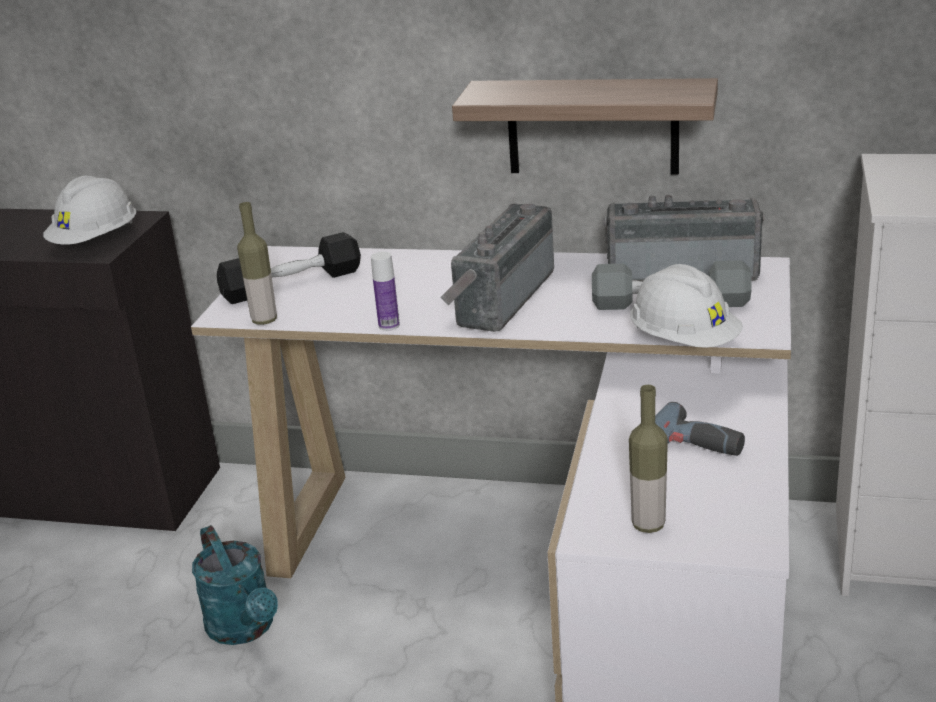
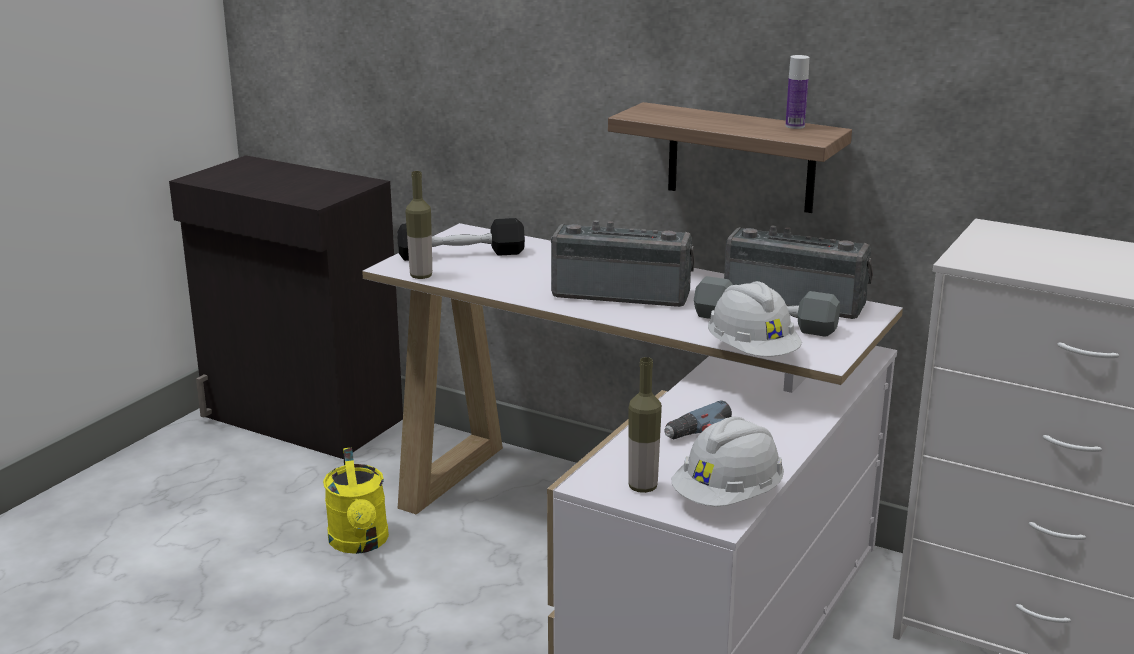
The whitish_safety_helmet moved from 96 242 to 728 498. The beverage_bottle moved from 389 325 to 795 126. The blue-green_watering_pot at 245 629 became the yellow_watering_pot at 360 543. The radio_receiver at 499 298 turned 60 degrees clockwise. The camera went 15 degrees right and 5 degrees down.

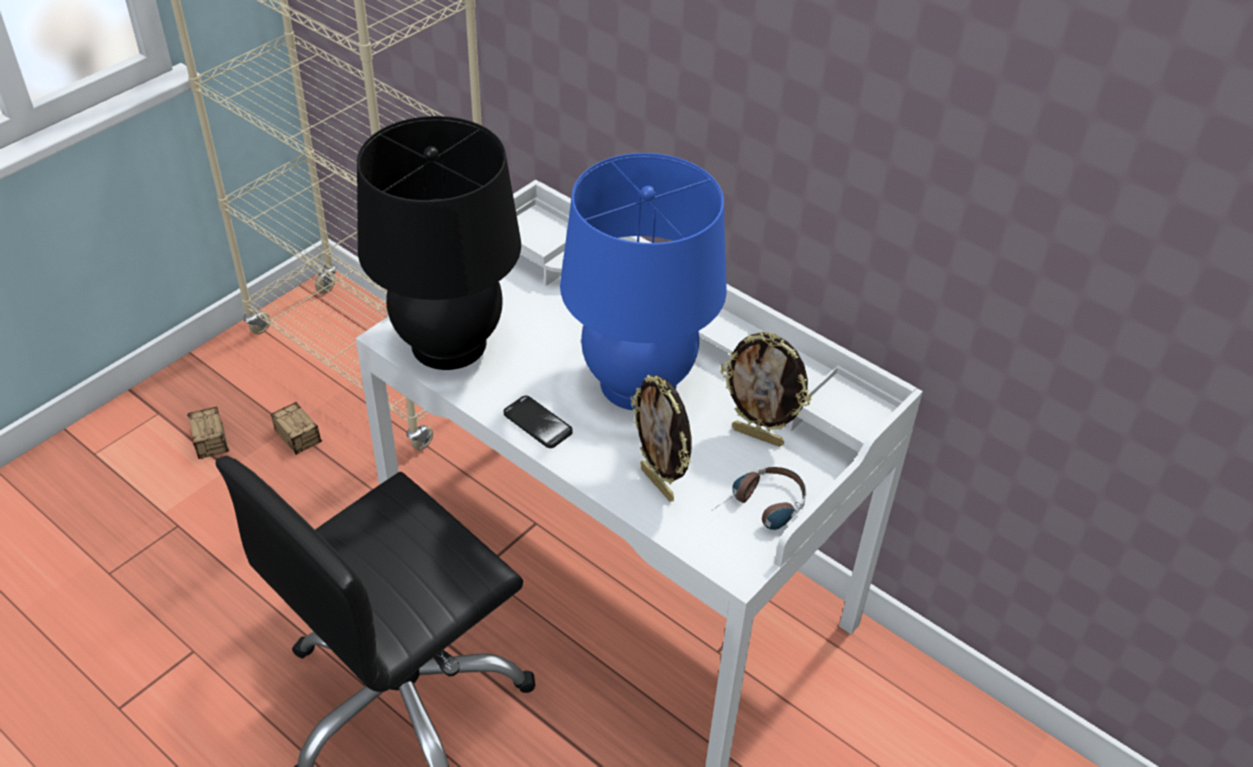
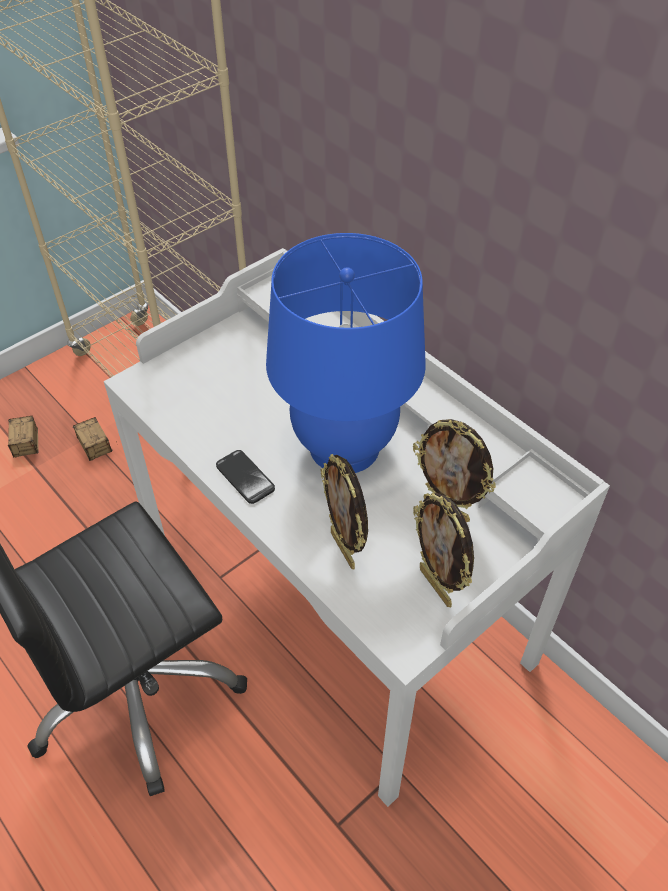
The black_lamp_for_a_table at 449 344 disappeared. The pair_of_headphones at 761 509 was replaced by the standing_frame at 437 586. The camera went 10 degrees right and 5 degrees up.

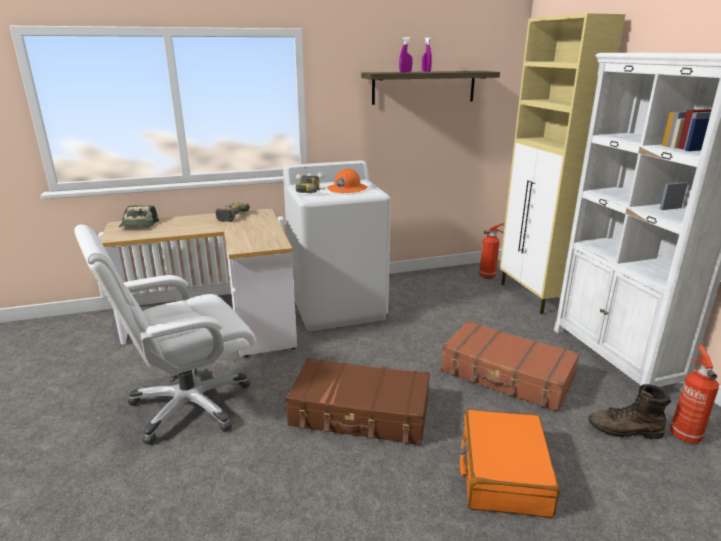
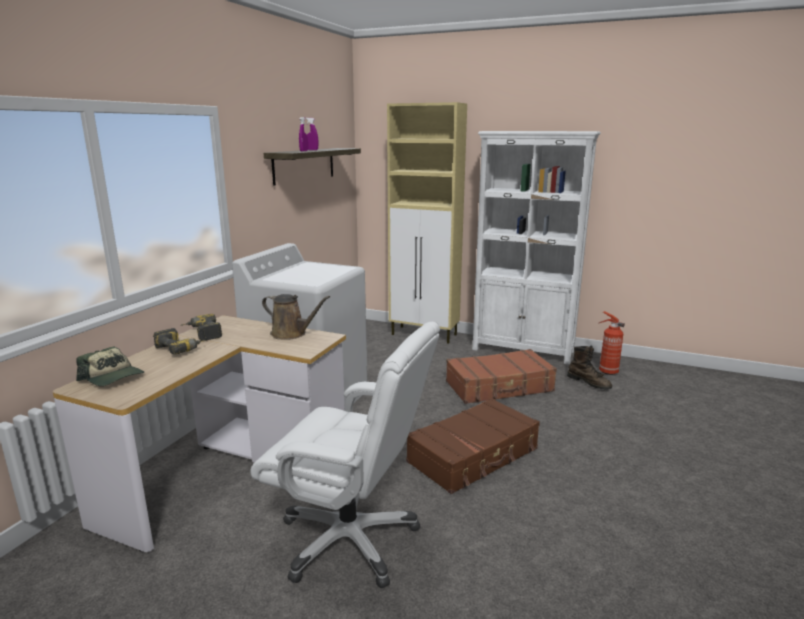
The orange-coloured_safety_helmet at 347 189 disappeared. The orange-coloured_travel_case at 503 473 disappeared. The fire_extinguisher at 488 276 disappeared. The brown-coloured_watering_pot at 291 334 appeared. The drill moved from 312 192 to 181 349. The whitish_computer_chair at 189 405 turned 75 degrees counterclockwise. The brown-coloured_tall_boot at 625 430 turned 90 degrees counterclockwise. The camera went 50 degrees left and 5 degrees down.

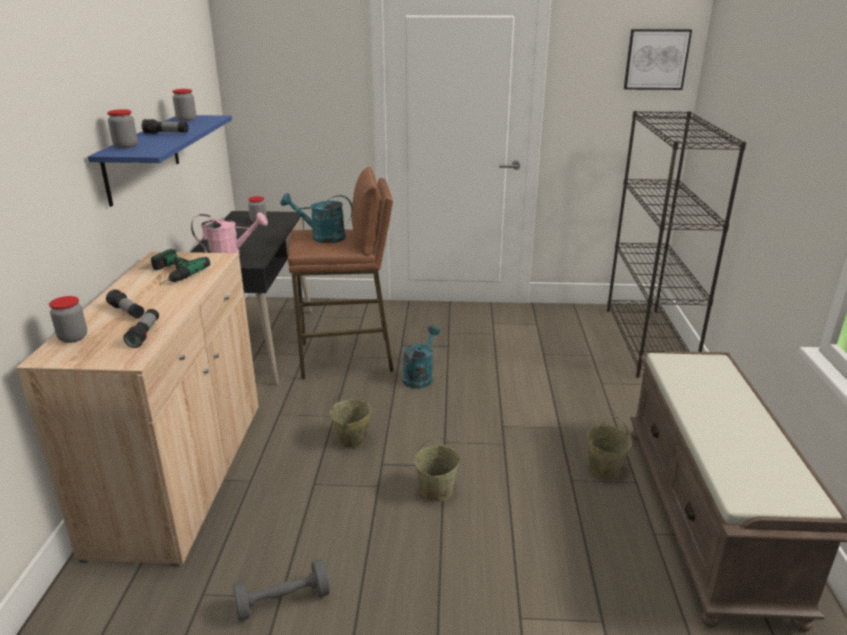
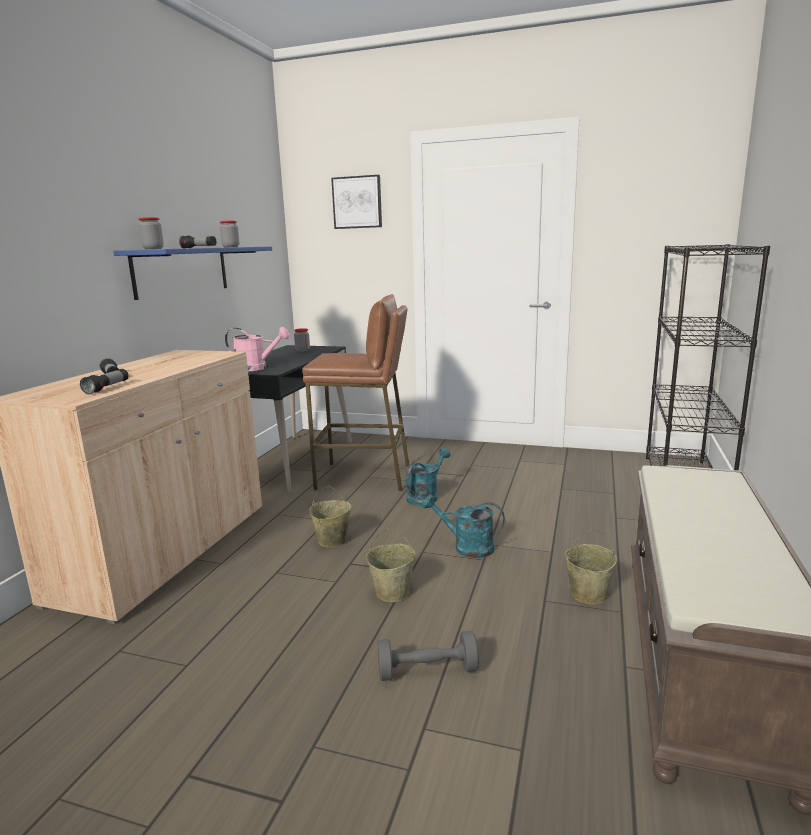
The preserve_jar at 73 337 disappeared. The drill at 169 274 disappeared. The greyish_free_weight moved from 283 601 to 427 671. The blue-green_watering_pot moved from 322 237 to 466 547. The wall_picture moved from 656 59 to 357 202. The camera went 15 degrees right and 10 degrees down.

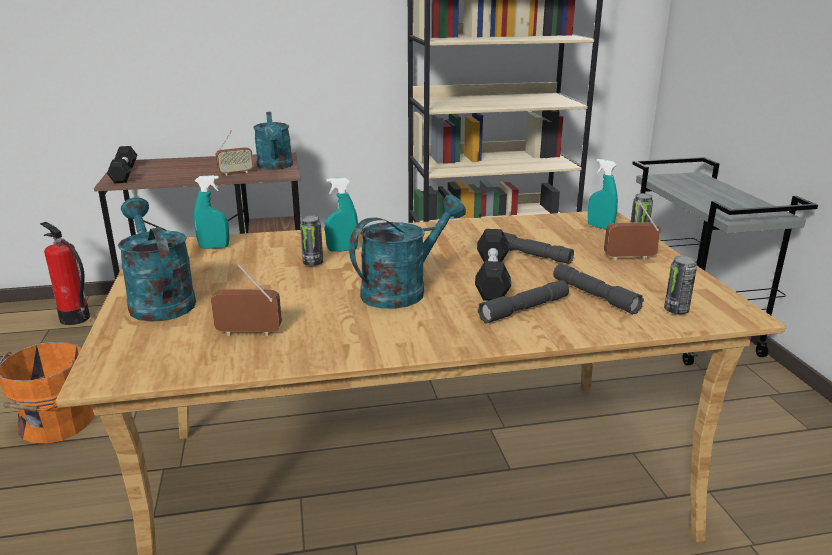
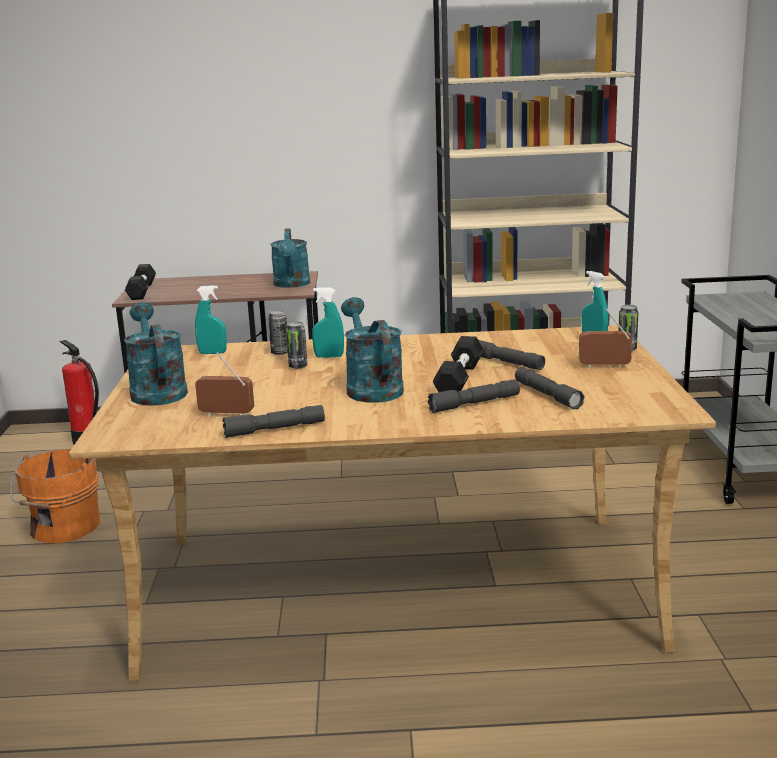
The radio_receiver at 236 173 disappeared. The greyish_hand_torch at 275 429 appeared. The can moved from 676 310 to 280 353. The blue-green_watering_pot at 402 290 turned 75 degrees counterclockwise. The camera went 10 degrees right and 5 degrees down.

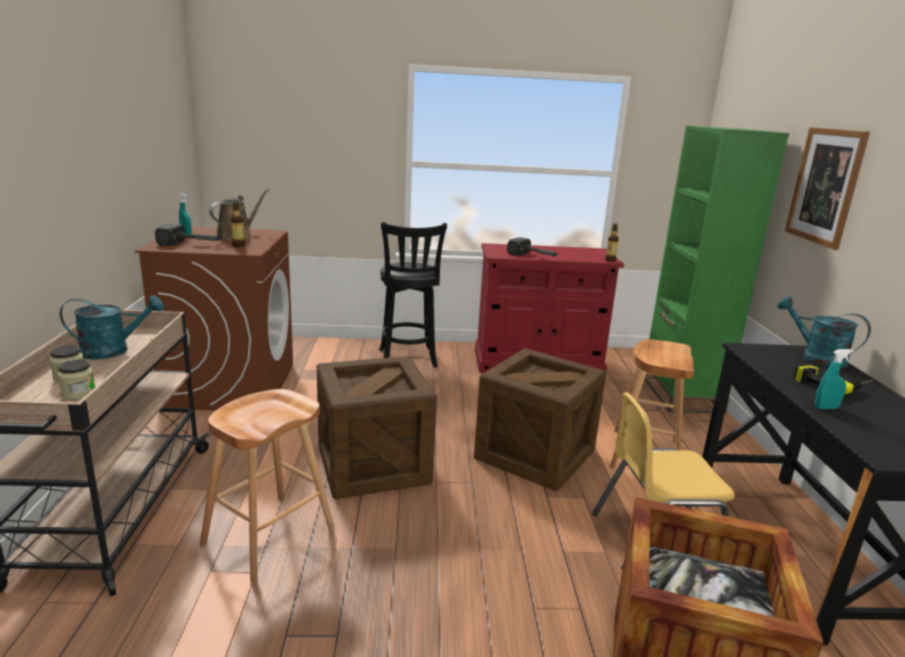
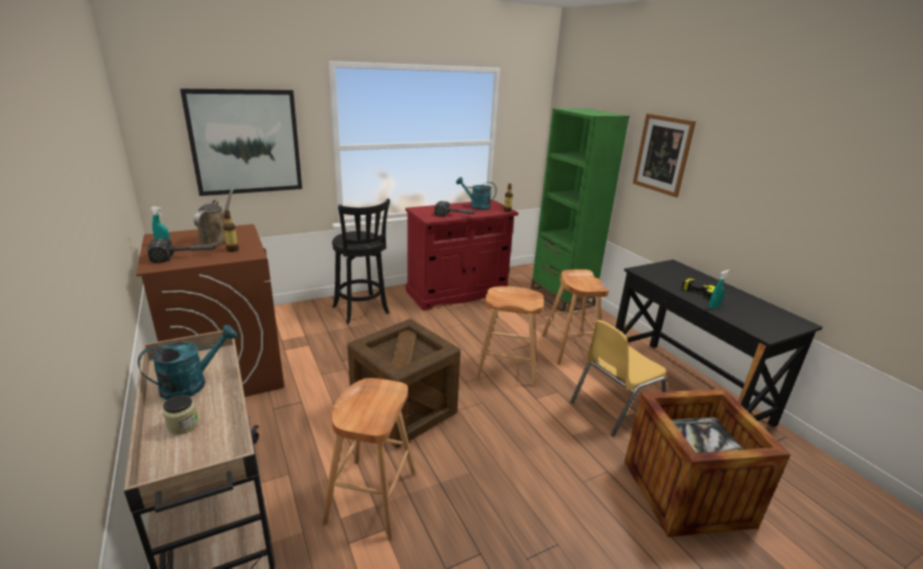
The preserve_jar at 79 394 disappeared. The wall_picture at 245 142 appeared. The blue-green_watering_pot moved from 815 357 to 476 206. The packing_crate at 535 455 was replaced by the brown-coloured_sitting_stool at 507 369. The camera went 25 degrees left and 5 degrees up.

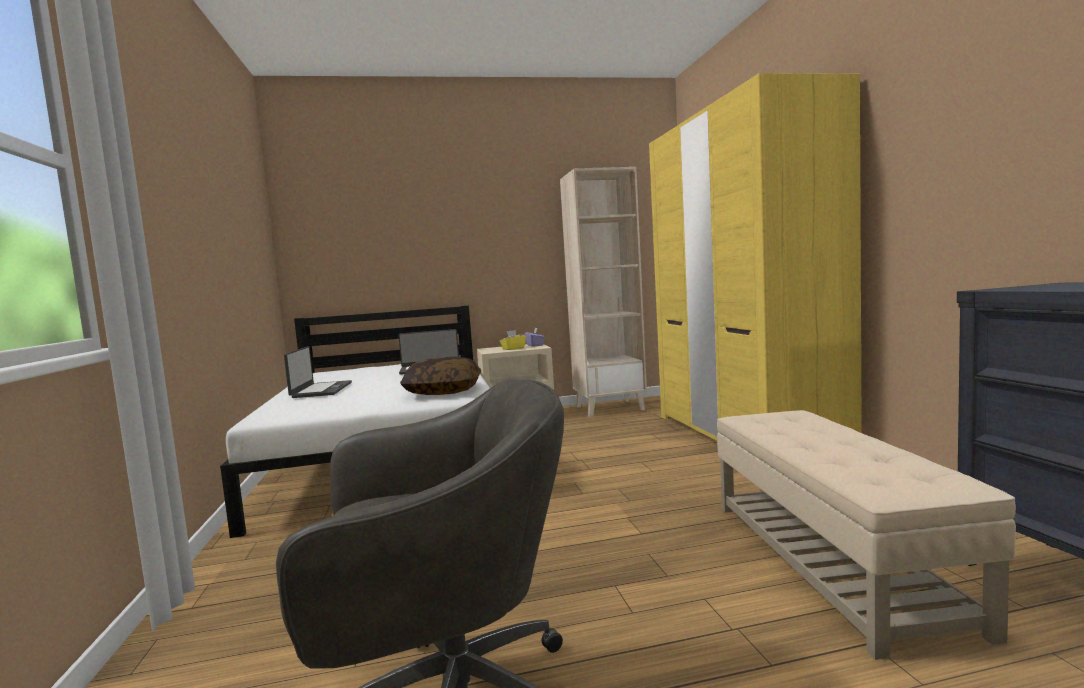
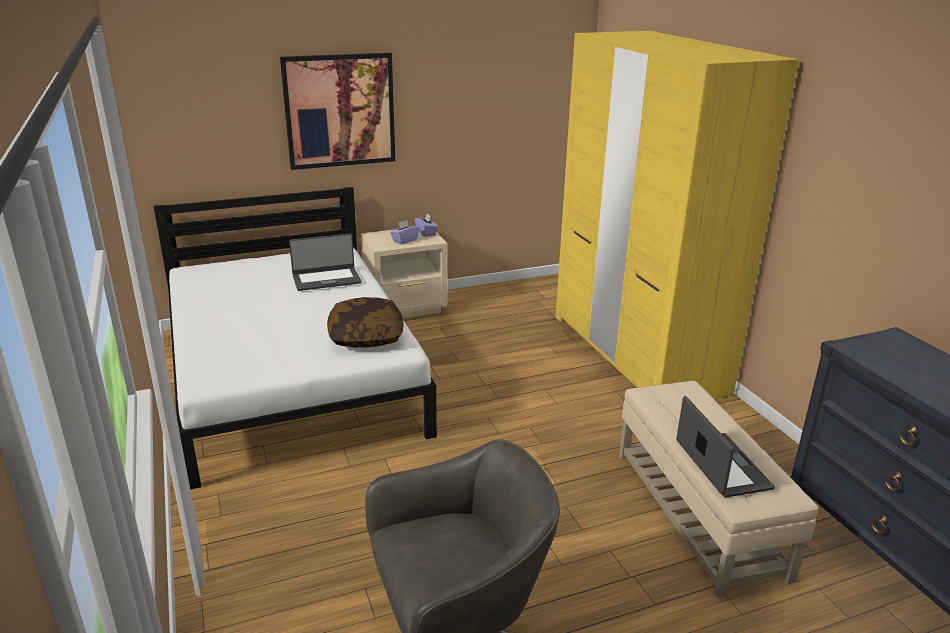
The beige-coloured_bookshelf at 610 408 disappeared. The wall_picture at 340 111 appeared. The portable_computer moved from 321 390 to 721 465. The yellow_tissue_holder at 513 348 became the purple_tissue_holder at 404 240. The camera went 10 degrees left and 20 degrees up.

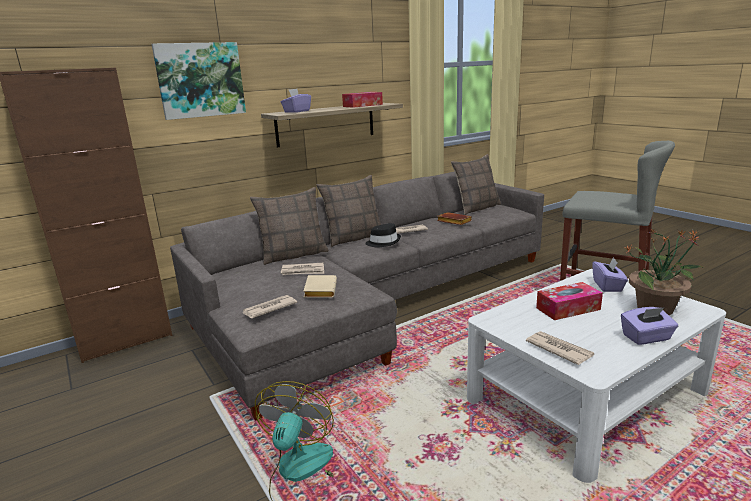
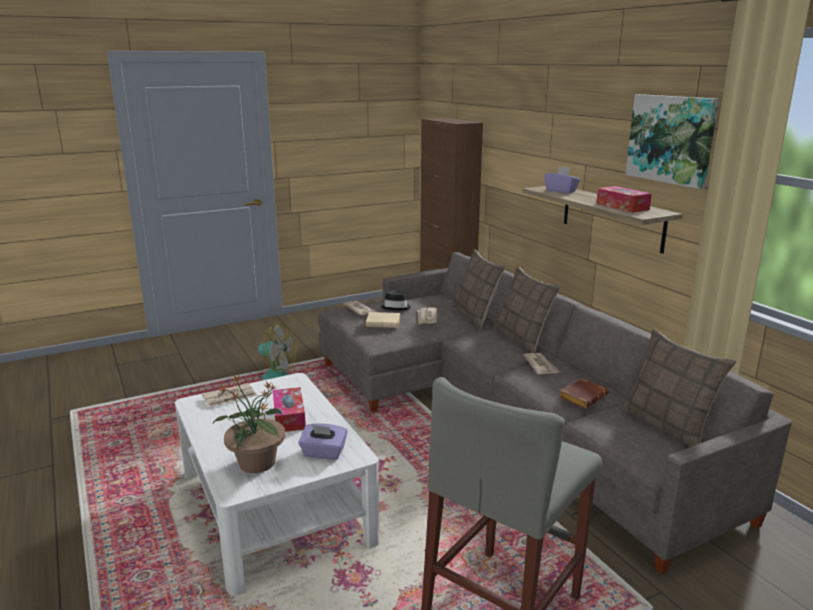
The purple_tissue_holder at 646 338 disappeared. The wall_picture moved from 200 80 to 671 139. The black_wearable_hat moved from 383 242 to 396 307. The camera went 95 degrees right and 0 degrees up.

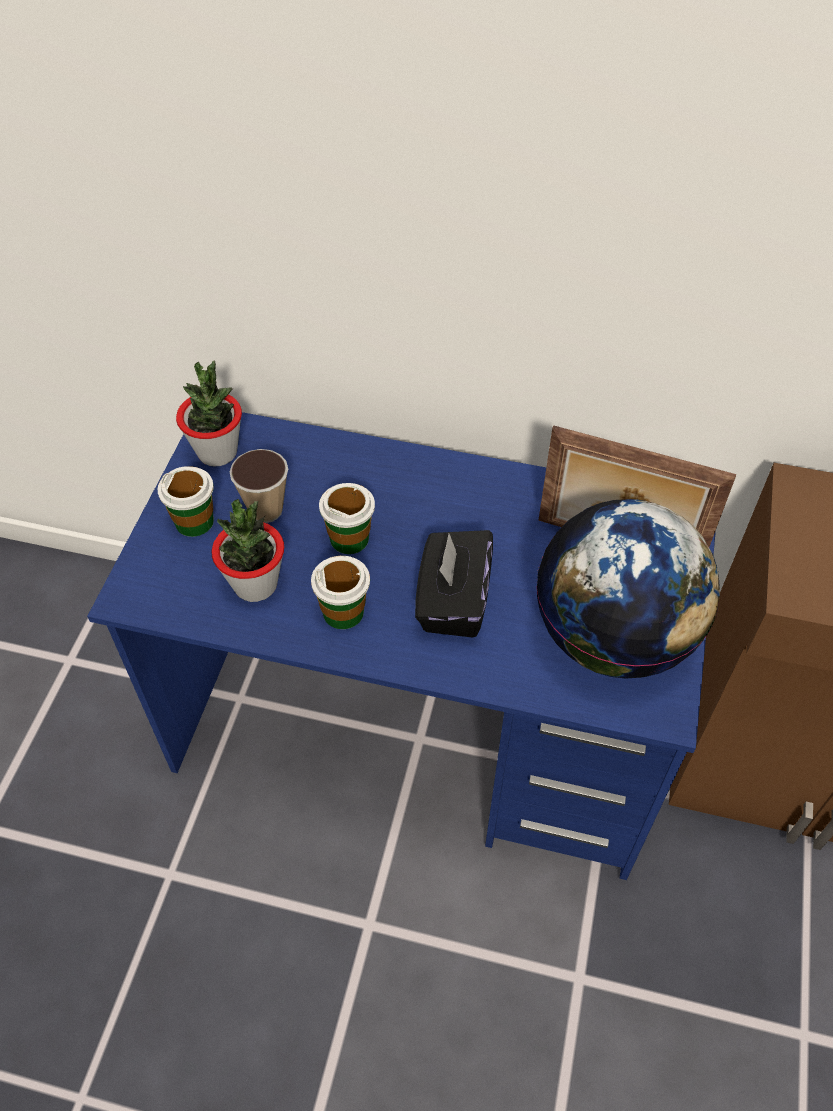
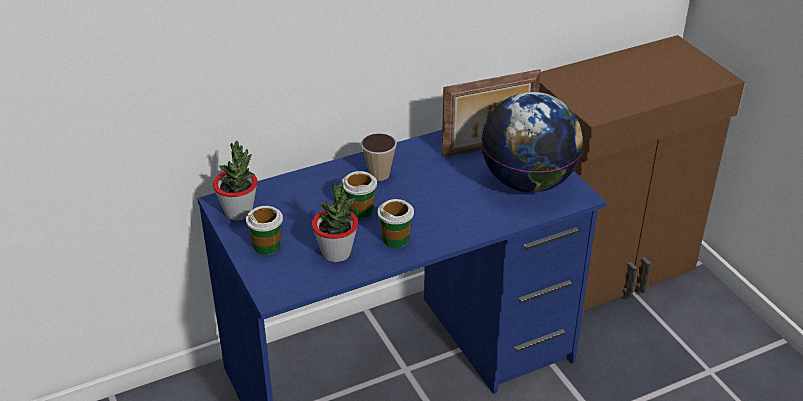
The black_tissue_holder at 452 601 disappeared. The cup moved from 266 510 to 379 174. The camera went 40 degrees left and 15 degrees down.

